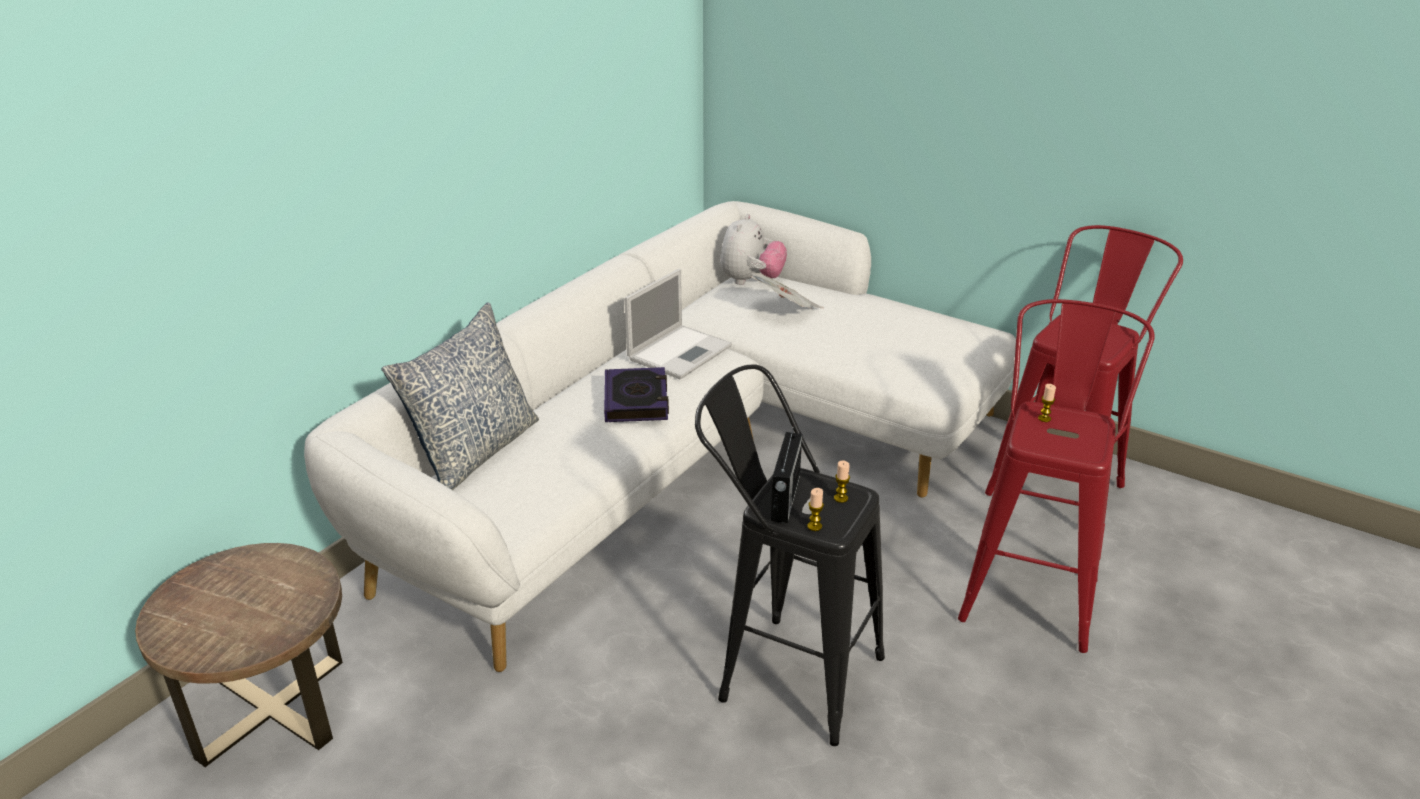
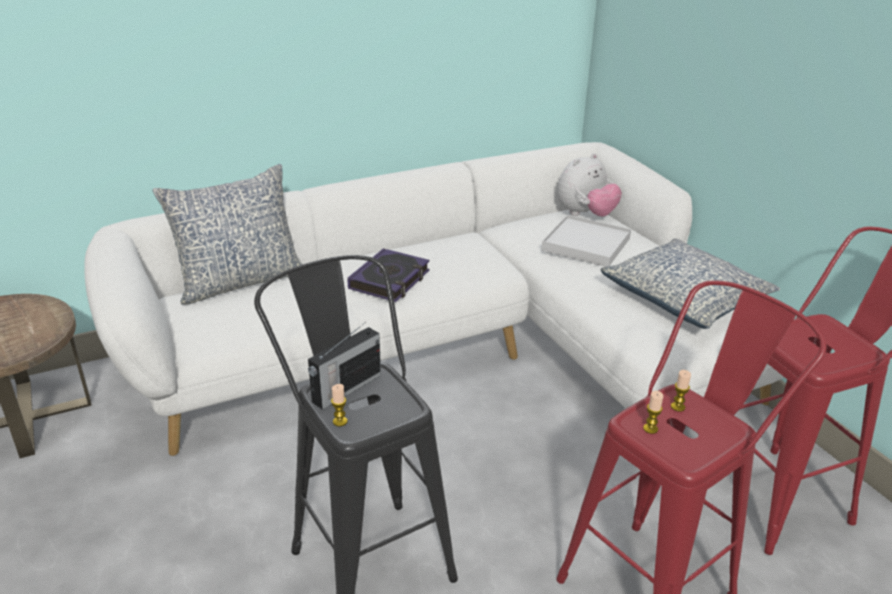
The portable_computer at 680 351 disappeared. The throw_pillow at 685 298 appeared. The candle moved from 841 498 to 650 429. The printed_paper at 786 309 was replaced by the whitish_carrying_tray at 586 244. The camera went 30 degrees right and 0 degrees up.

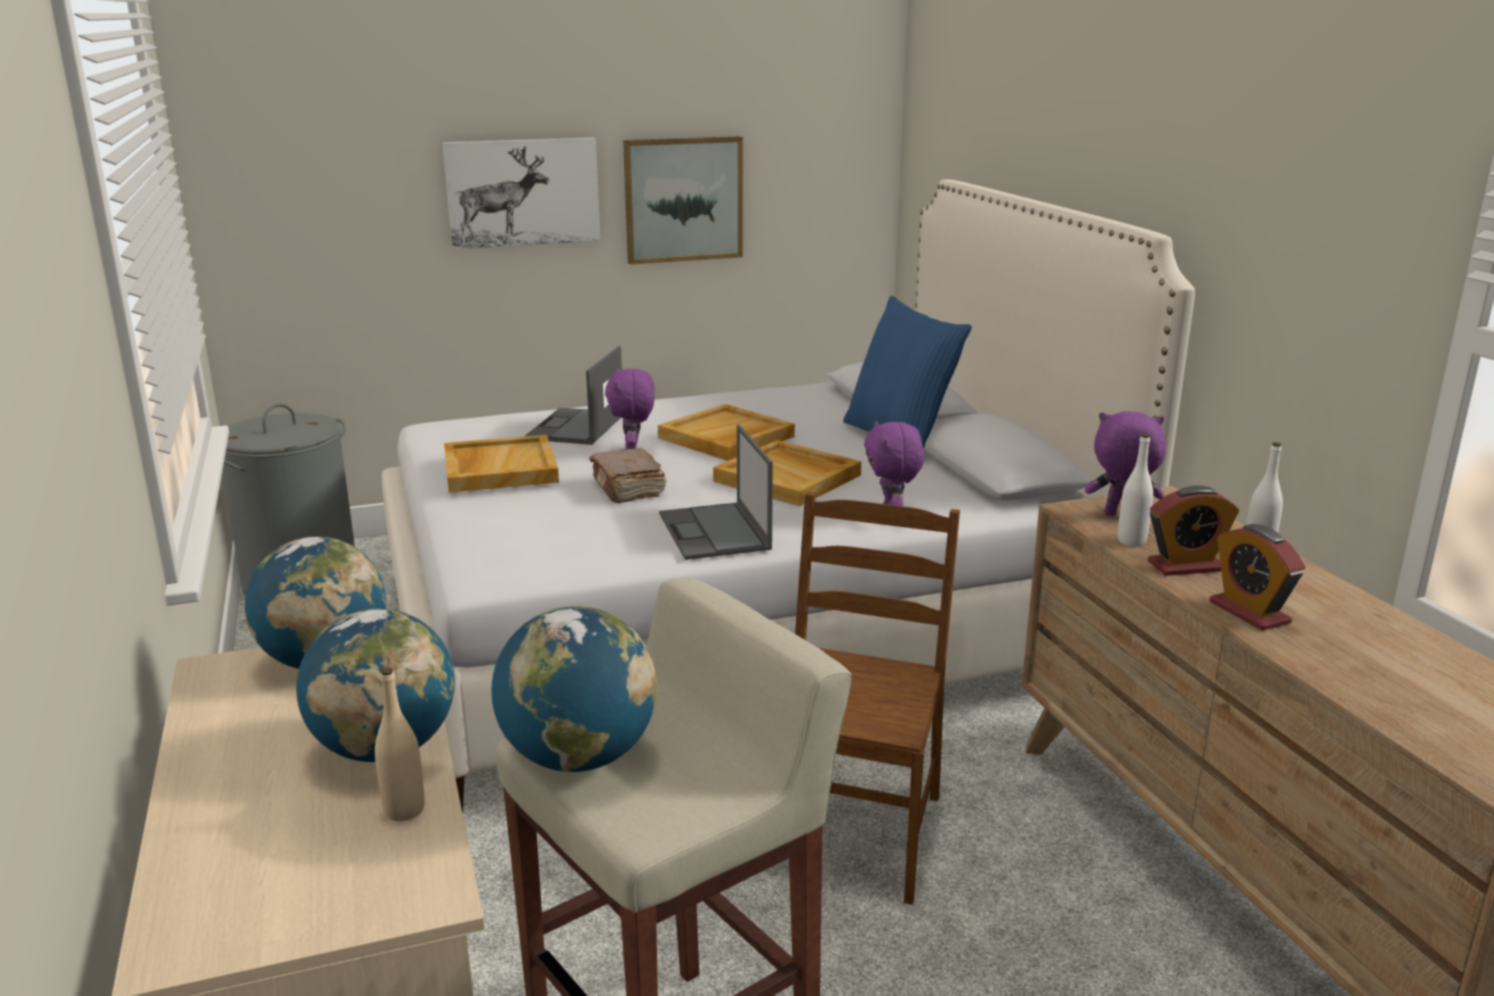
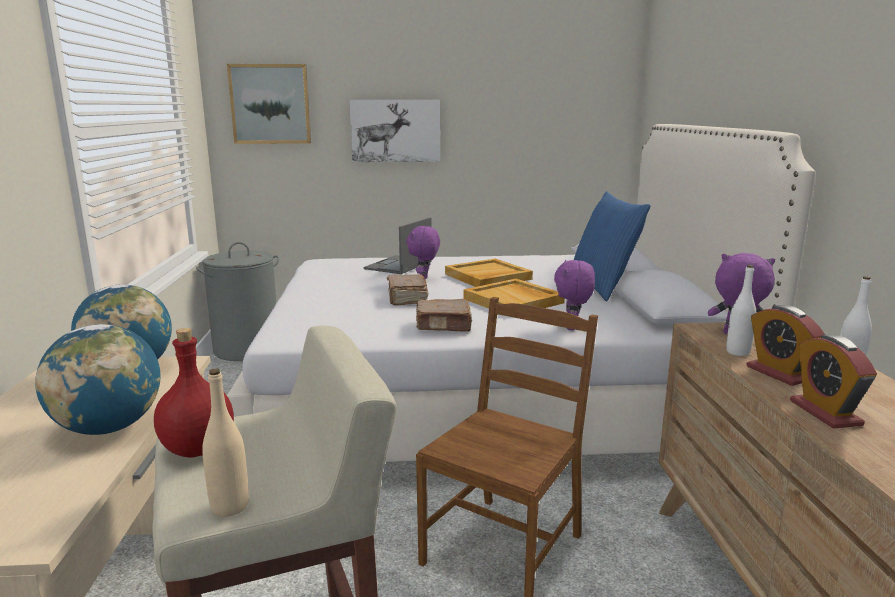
The beige-coloured_carrying_tray at 499 468 disappeared. The beige-coloured_beverage_bottle moved from 404 810 to 230 506. The wall_picture moved from 683 199 to 270 104. The desk_globe at 578 757 was replaced by the red-coloured_beverage_bottle at 199 448. The portable_computer at 715 532 was replaced by the brown-coloured_book at 444 326. The alarm_clock at 1186 566 turned 60 degrees clockwise. The camera went 15 degrees right and 5 degrees down.

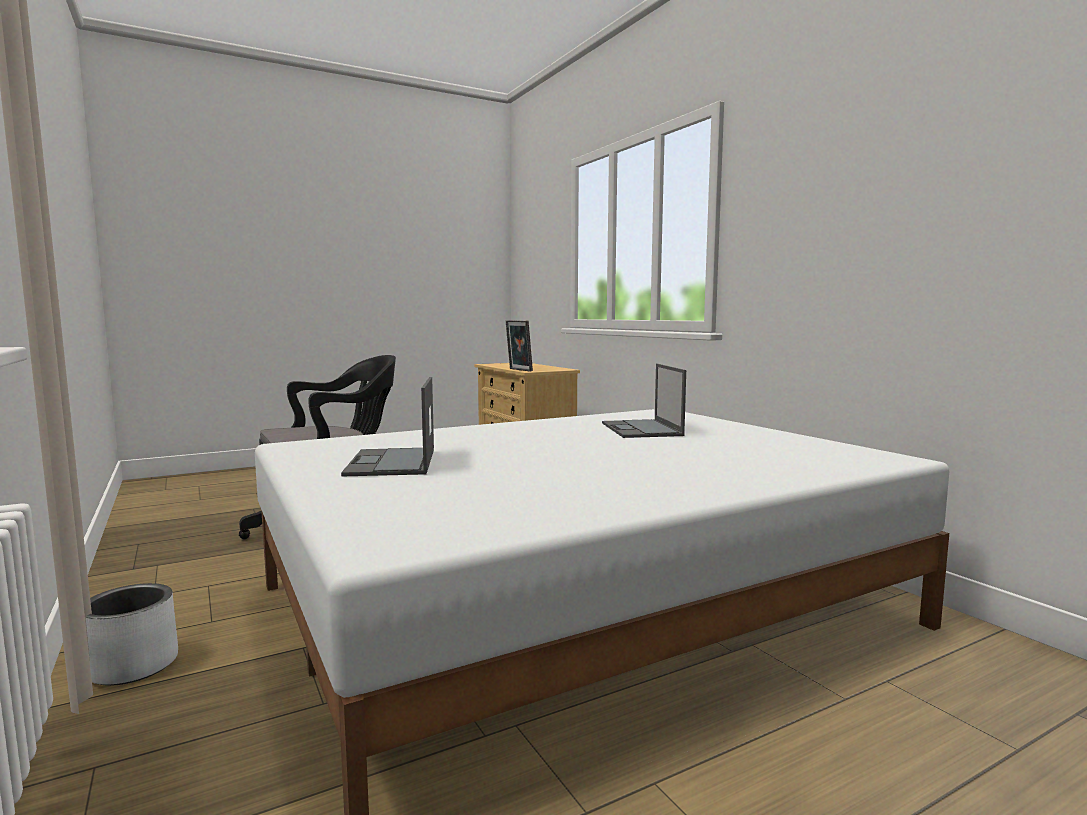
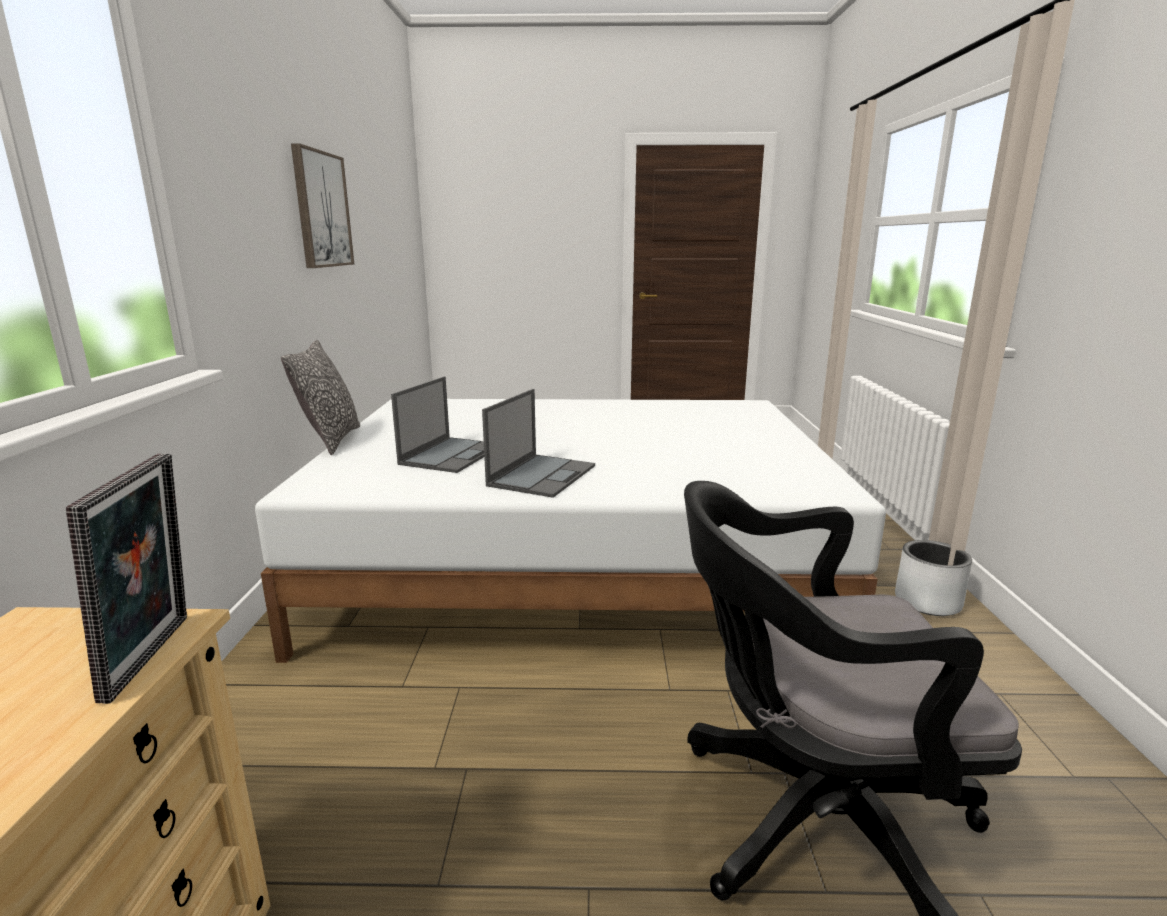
The throw_pillow at 331 440 appeared. The wall_picture at 321 210 appeared. The portable_computer moved from 392 463 to 542 475. The camera went 150 degrees left and 10 degrees up.

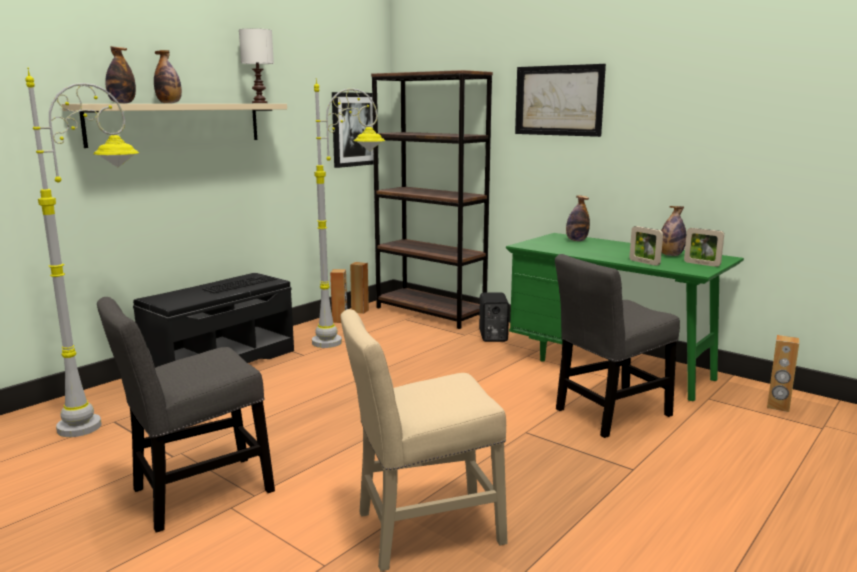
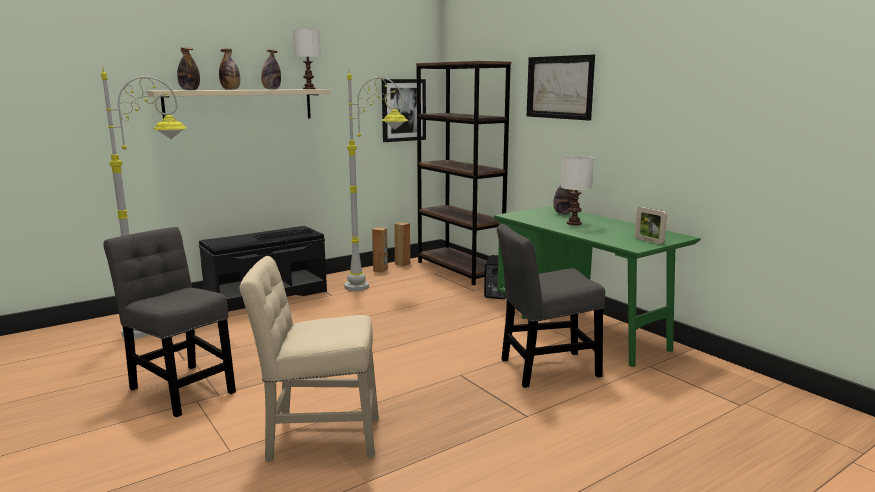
The standing_frame at 644 262 disappeared. The brown-coloured_audio_speaker at 778 406 disappeared. The whitish_lamp_for_a_table at 574 223 appeared. The beverage_bottle moved from 670 255 to 271 89. The greyish_plain_chair at 195 493 turned 60 degrees clockwise. The camera went 15 degrees right and 0 degrees up.

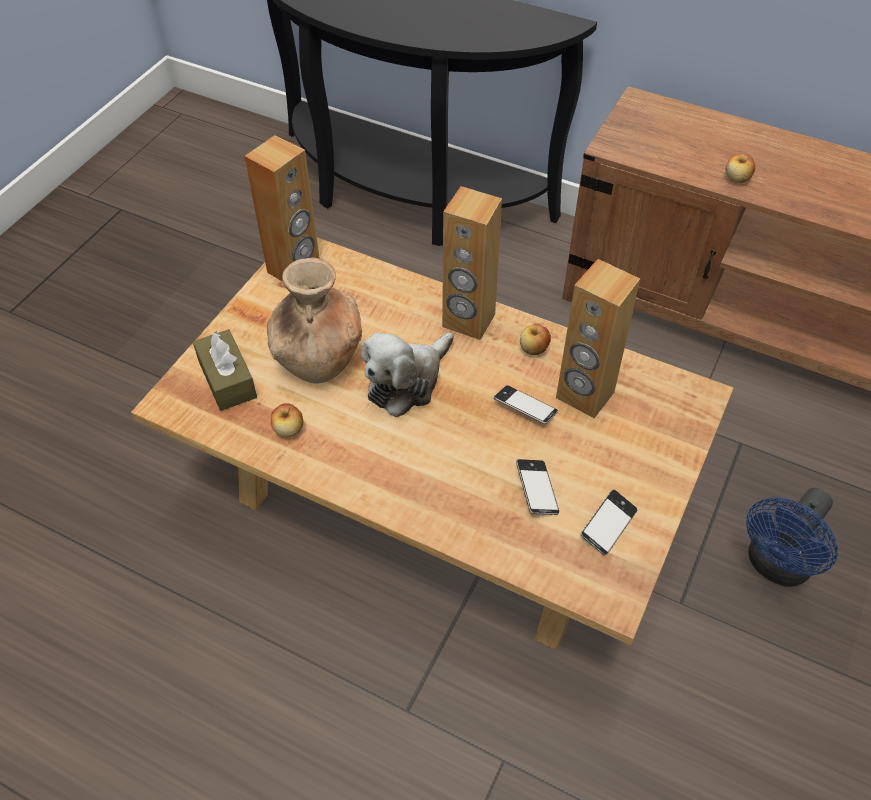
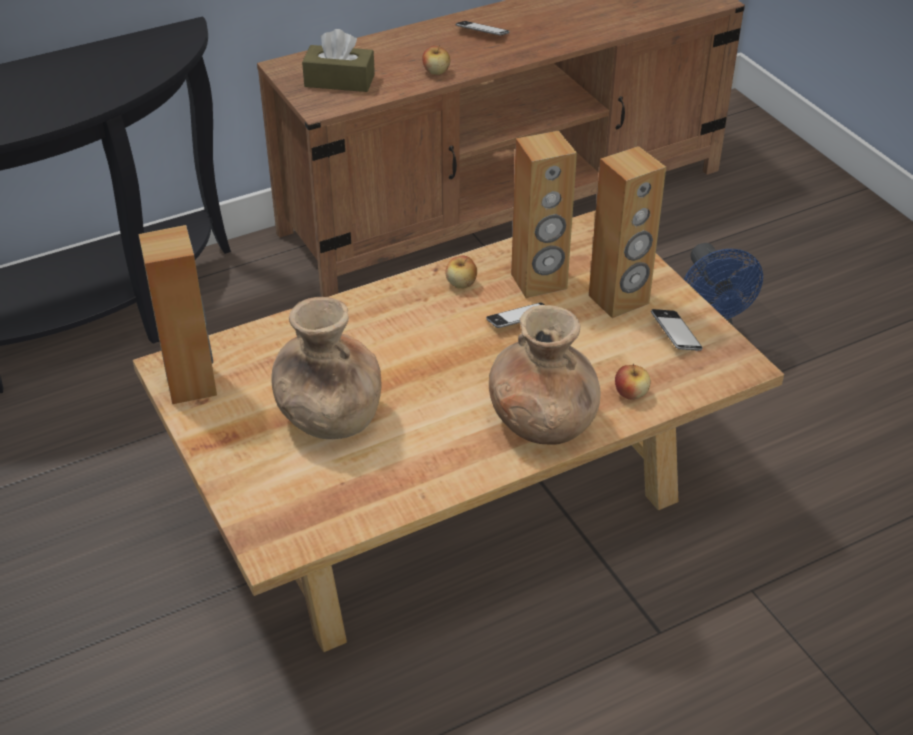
The soft_toy at 407 381 disappeared. The brown-coloured_vase at 543 423 appeared. The brown-coloured_tissue_holder moved from 227 379 to 339 81. The apple_fruit moved from 289 429 to 631 394. The brown-coloured_audio_speaker moved from 468 321 to 619 300. The telephone moved from 536 490 to 482 32. The camera went 55 degrees left and 10 degrees down.

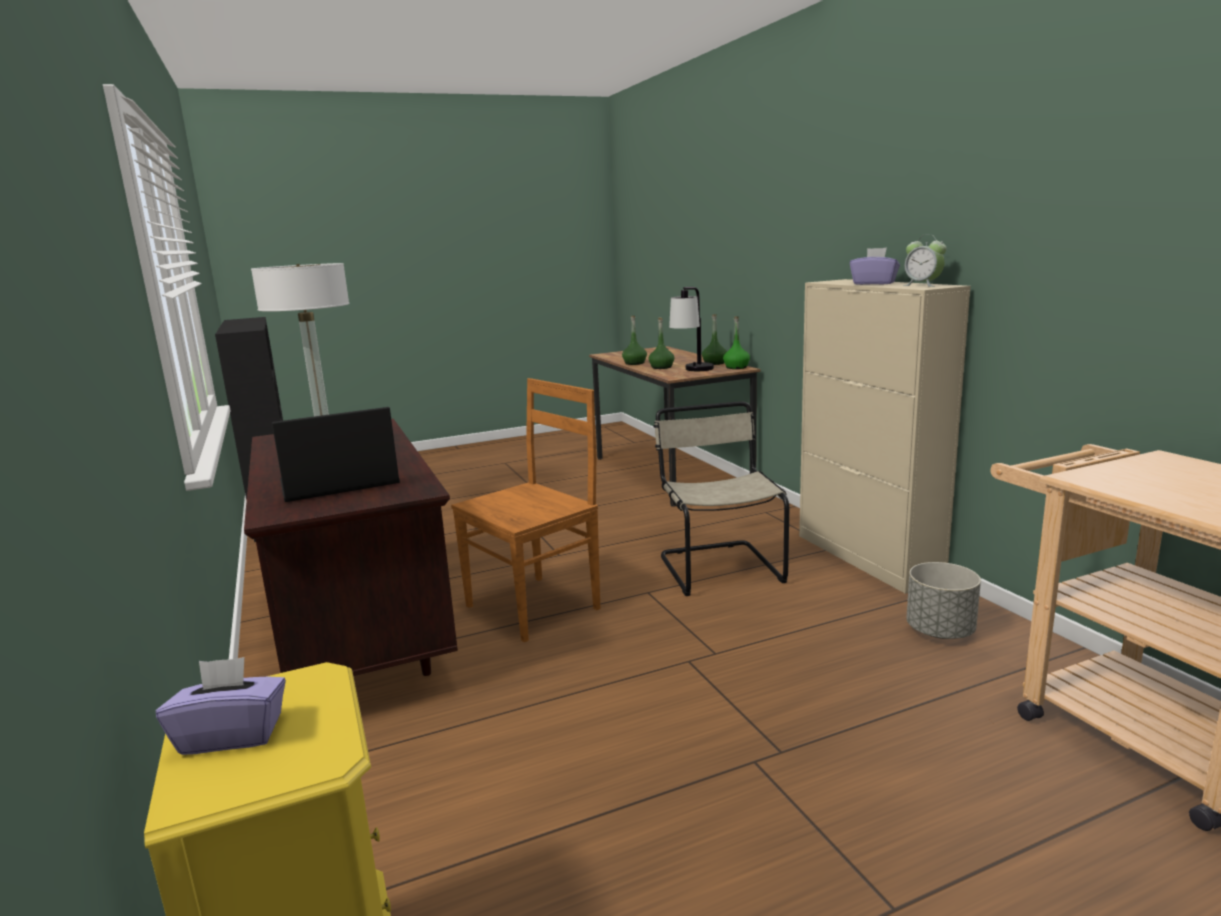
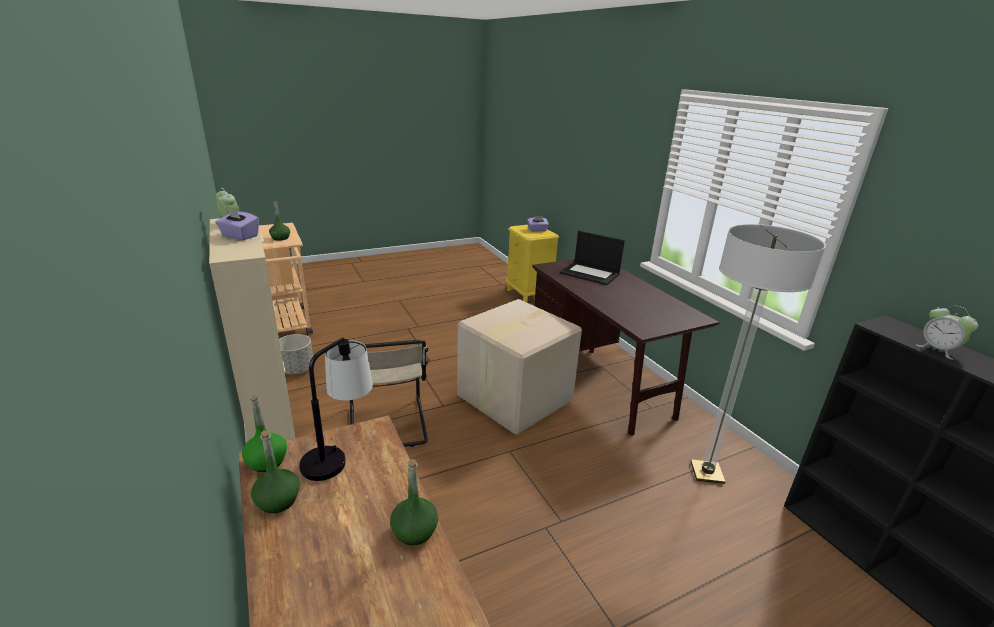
The alarm_clock at 938 350 appeared. The green-coloured_beverage_bottle moved from 661 367 to 280 238. The brown-coloured_plain_chair at 536 606 was replaced by the packing_box at 512 398. The portable_computer at 338 483 turned 60 degrees clockwise. The camera went 175 degrees right and 10 degrees up.

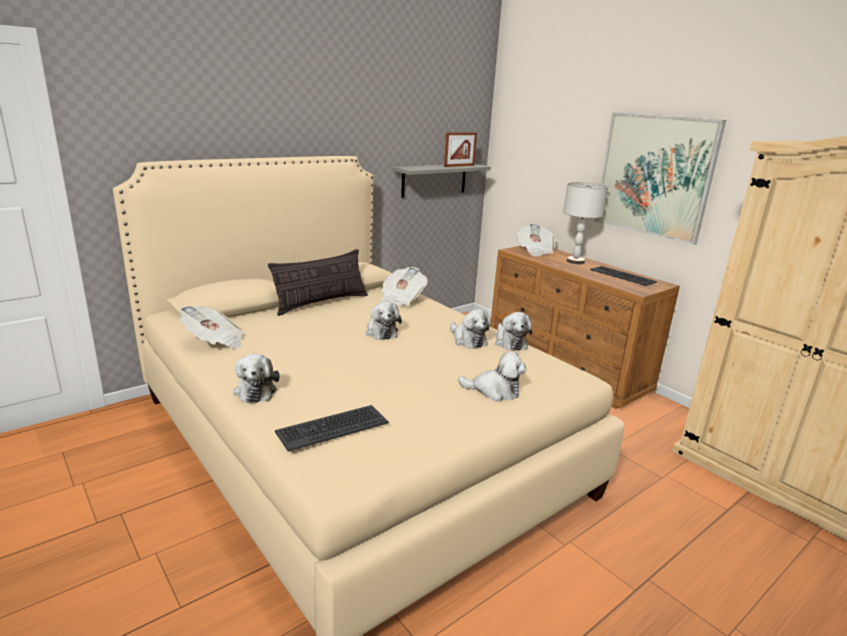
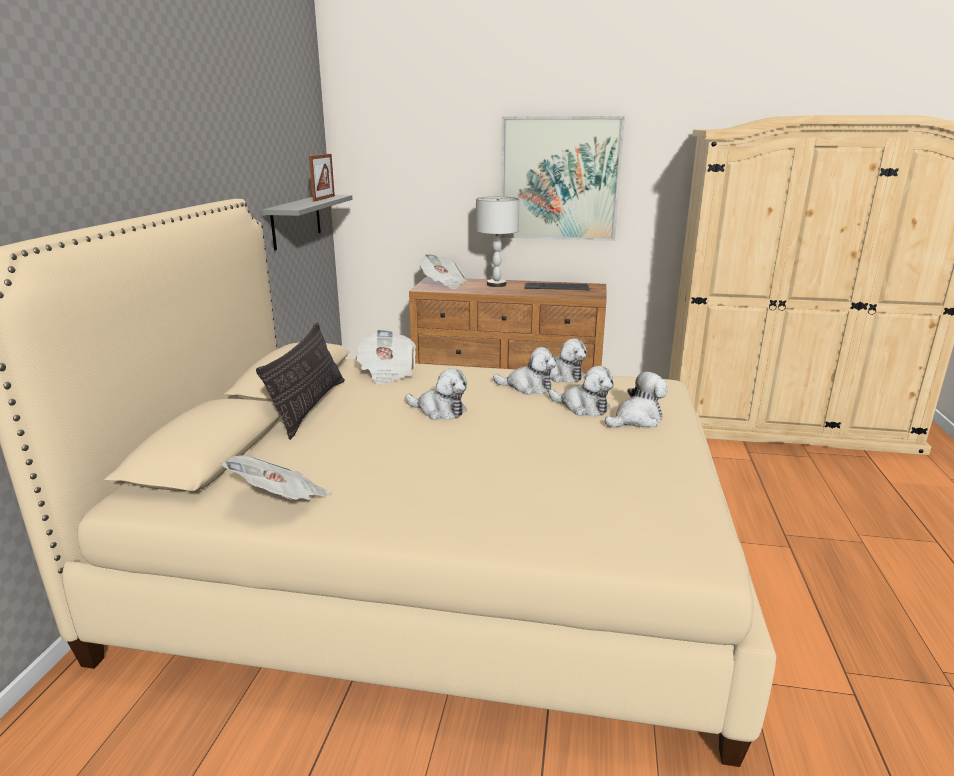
The keyboard at 332 427 disappeared. The soft_toy moved from 255 390 to 583 407. The camera went 40 degrees left and 0 degrees up.

